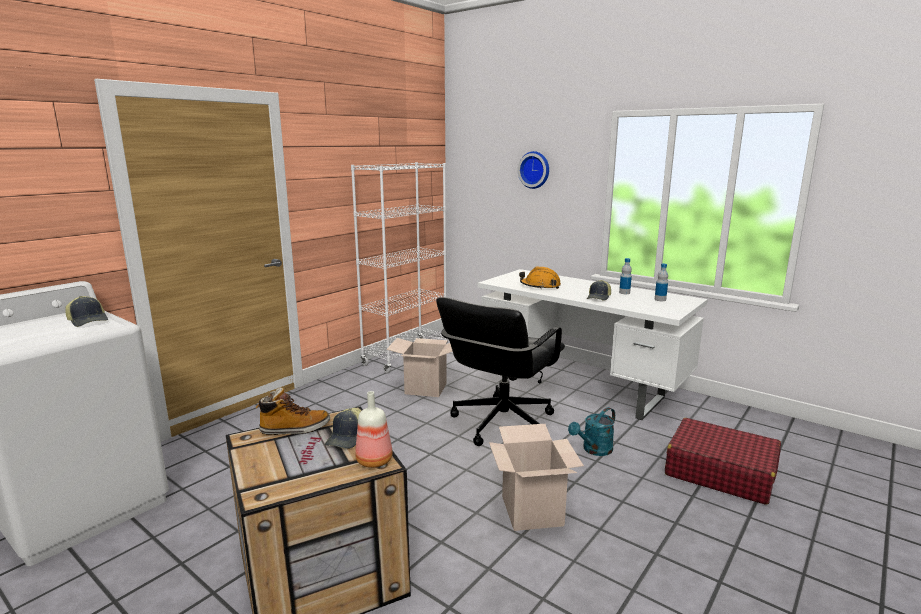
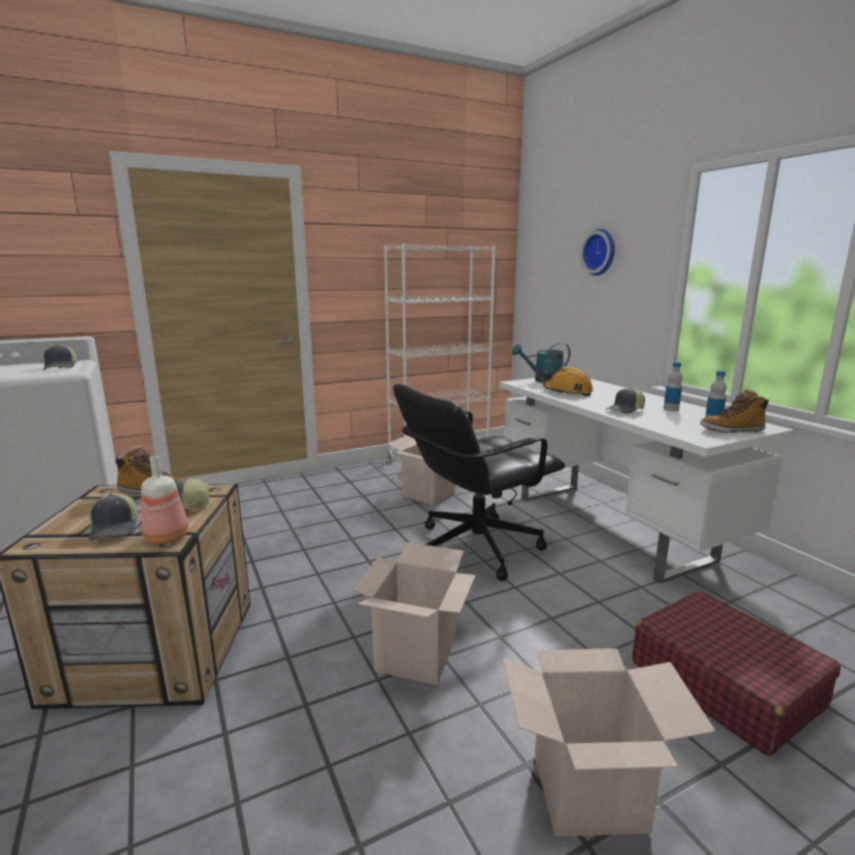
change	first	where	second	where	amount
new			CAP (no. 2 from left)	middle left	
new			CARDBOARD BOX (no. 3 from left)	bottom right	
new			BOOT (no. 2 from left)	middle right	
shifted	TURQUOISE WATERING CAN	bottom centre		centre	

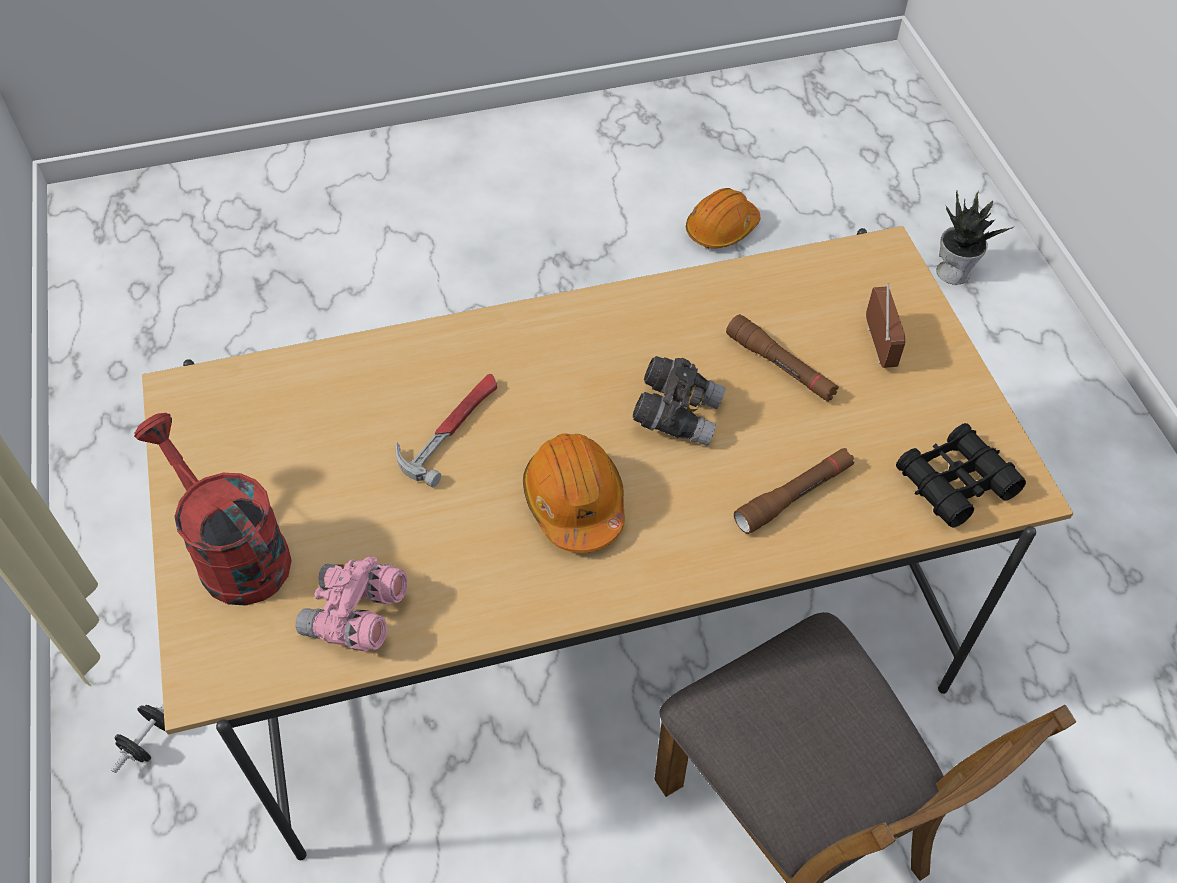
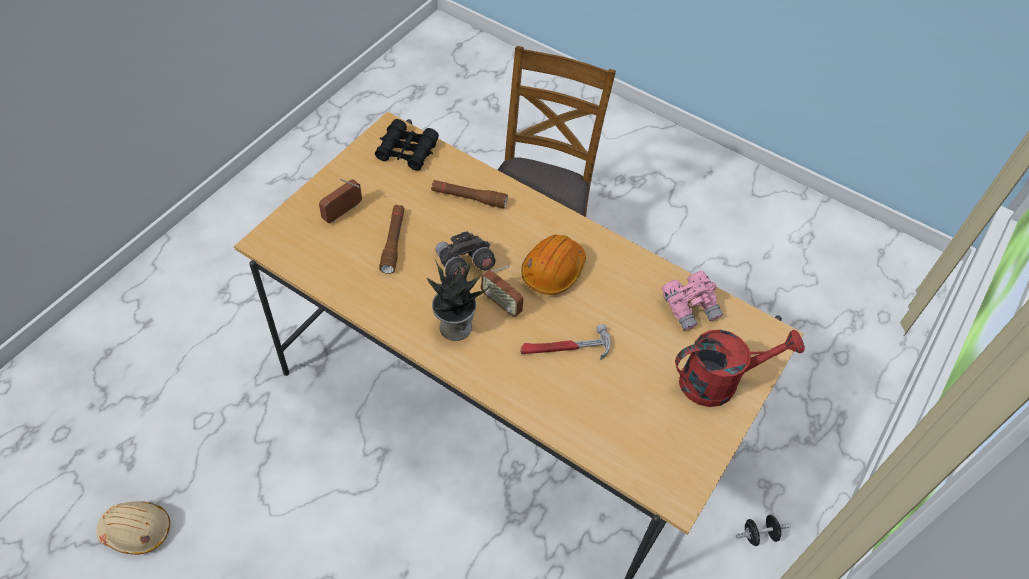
change	first	where	second	where	amount
new			RADIO (no. 2 from left)	centre	
shifted	POTTED PLANT	top right		centre	
repainted	ORANGE HARD HAT (no. 2 from left)	top centre	BEIGE HARD HAT	bottom left	
rotated	RED WATERING CAN	middle left		middle right	105 degrees counterclockwise

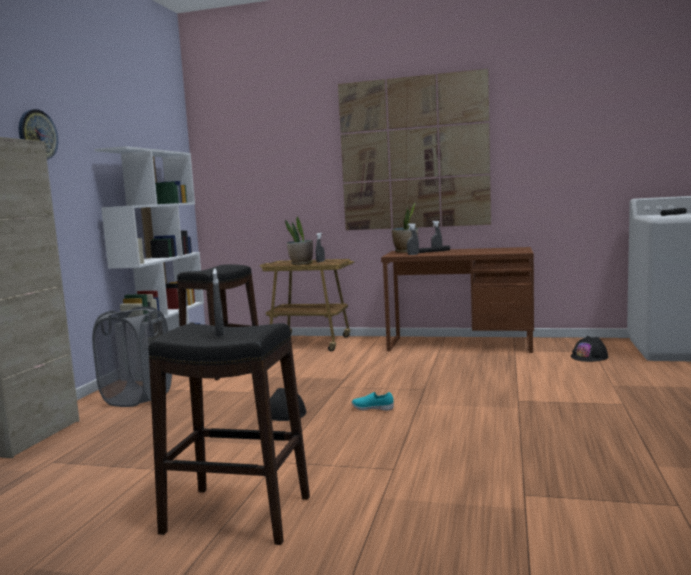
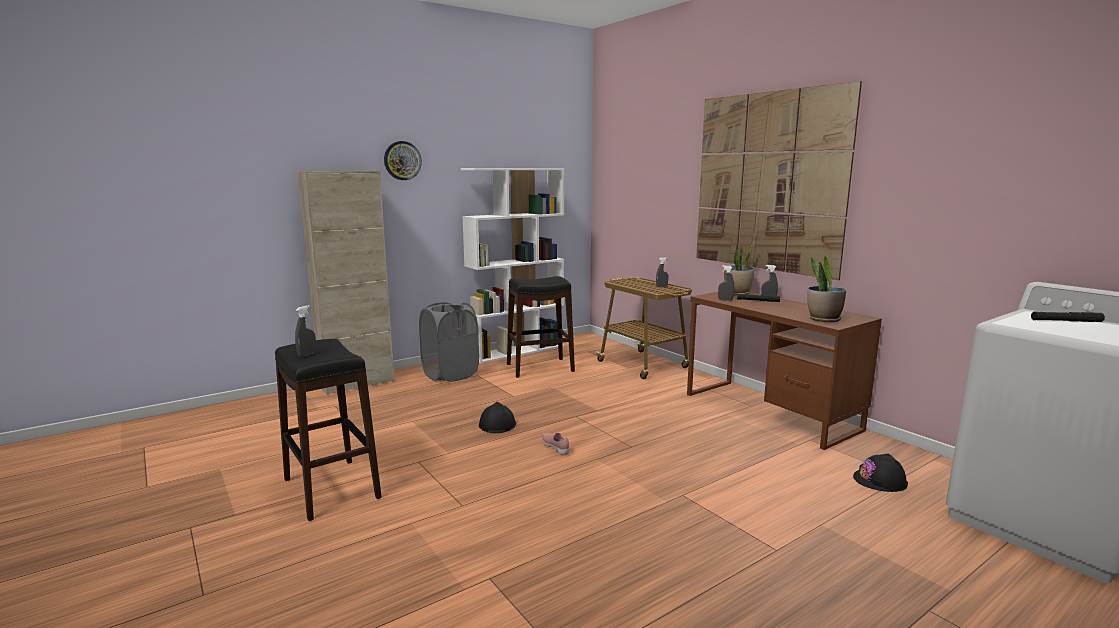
change	first	where	second	where	amount
shifted	POTTED PLANT (no. 1 from left in the first image)	centre	POTTED PLANT (no. 2 from left)	middle right	
repainted	TURQUOISE SHOE	bottom centre	PINK SHOE	bottom centre	

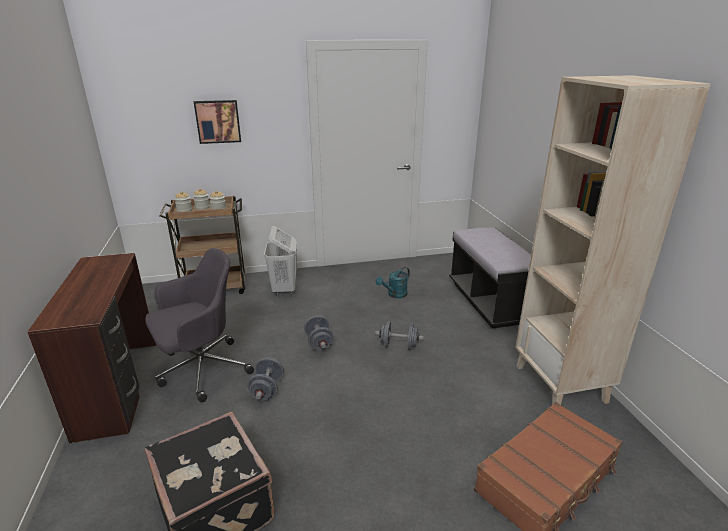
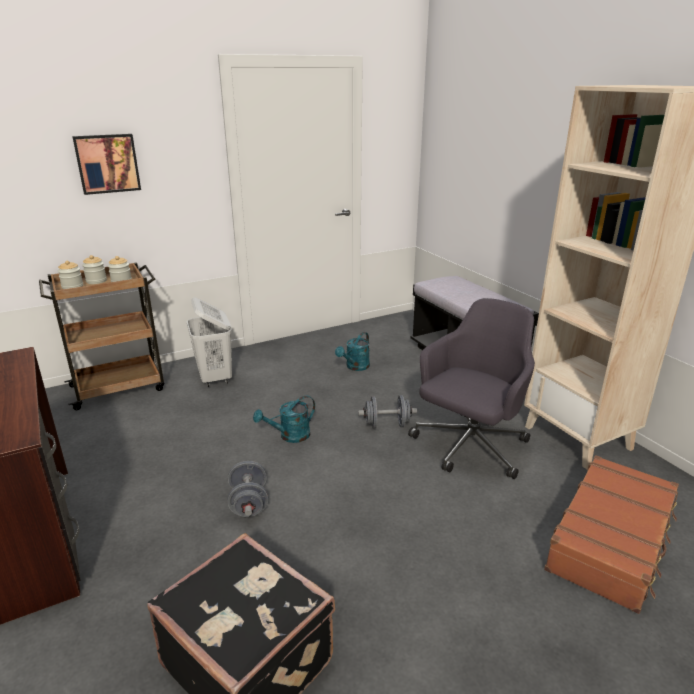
change	first	where	second	where	amount
shifted	GREY OFFICE CHAIR	middle left		middle right	
swapped	GREY DUMBBELL (no. 2 from left)	centre	TURQUOISE WATERING CAN (no. 1 from left)	centre	

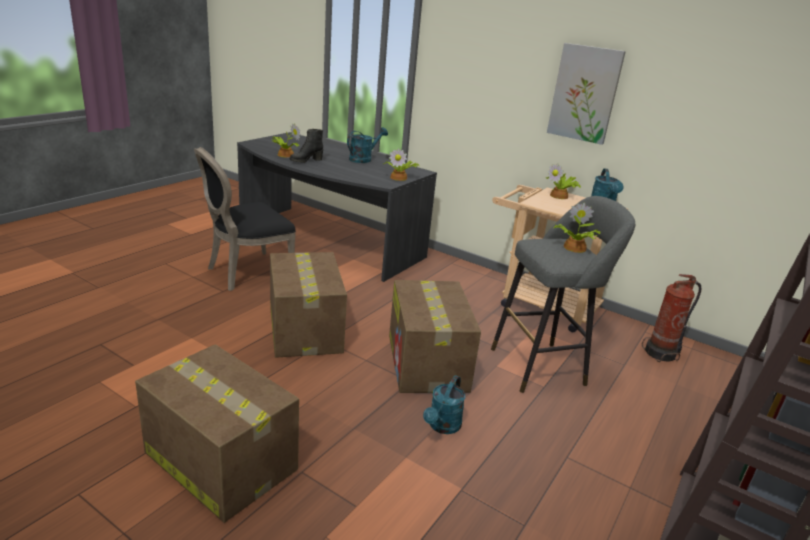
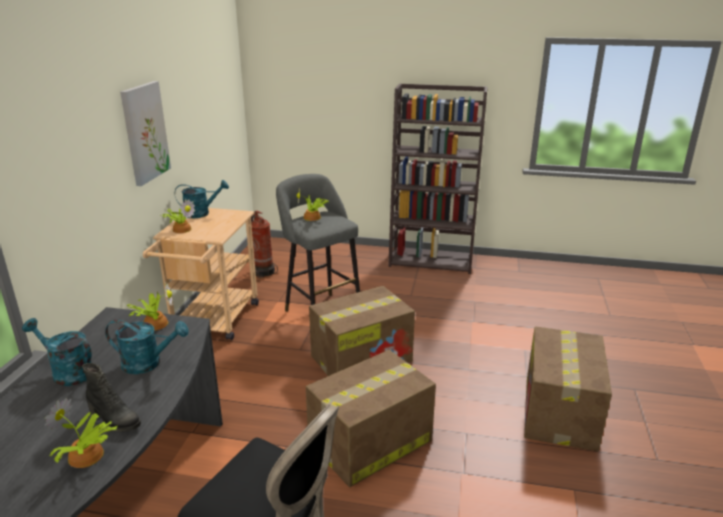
change	first	where	second	where	amount
shifted	TURQUOISE WATERING CAN (no. 2 from left)	bottom centre		bottom left	

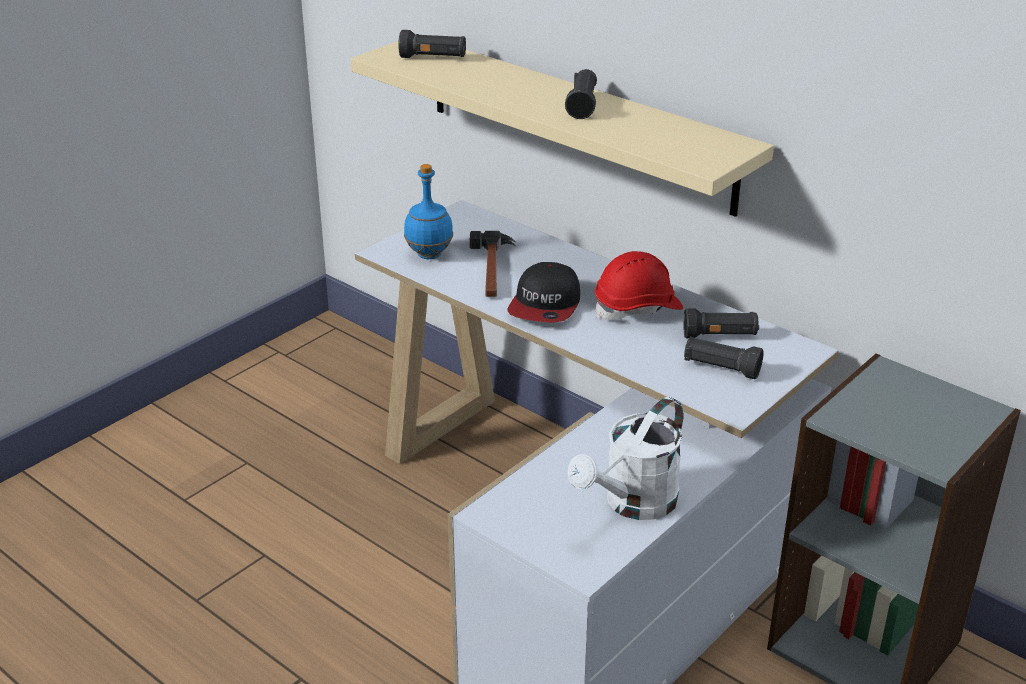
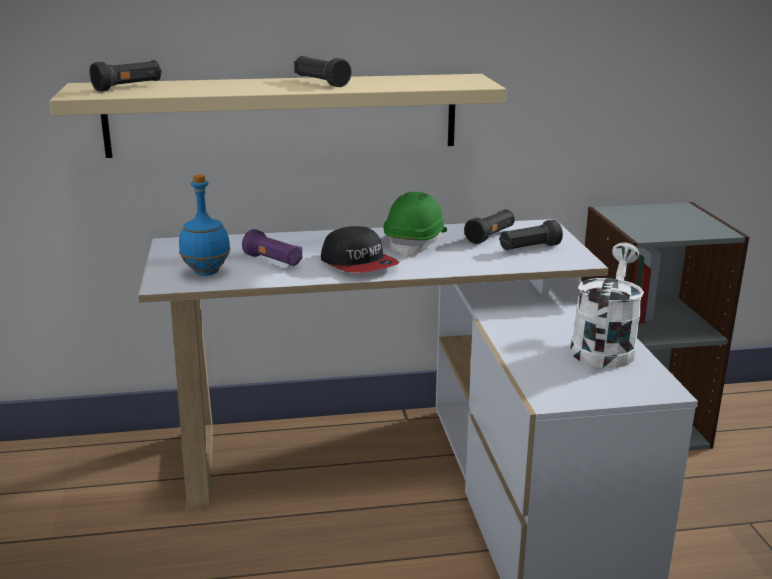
change	first	where	second	where	amount
swapped	HAMMER	centre	PURPLE FLASHLIGHT	centre	
repainted	RED HARD HAT	centre	GREEN HARD HAT	centre	
rotated	WHITE WATERING CAN	bottom centre		middle right	150 degrees counterclockwise

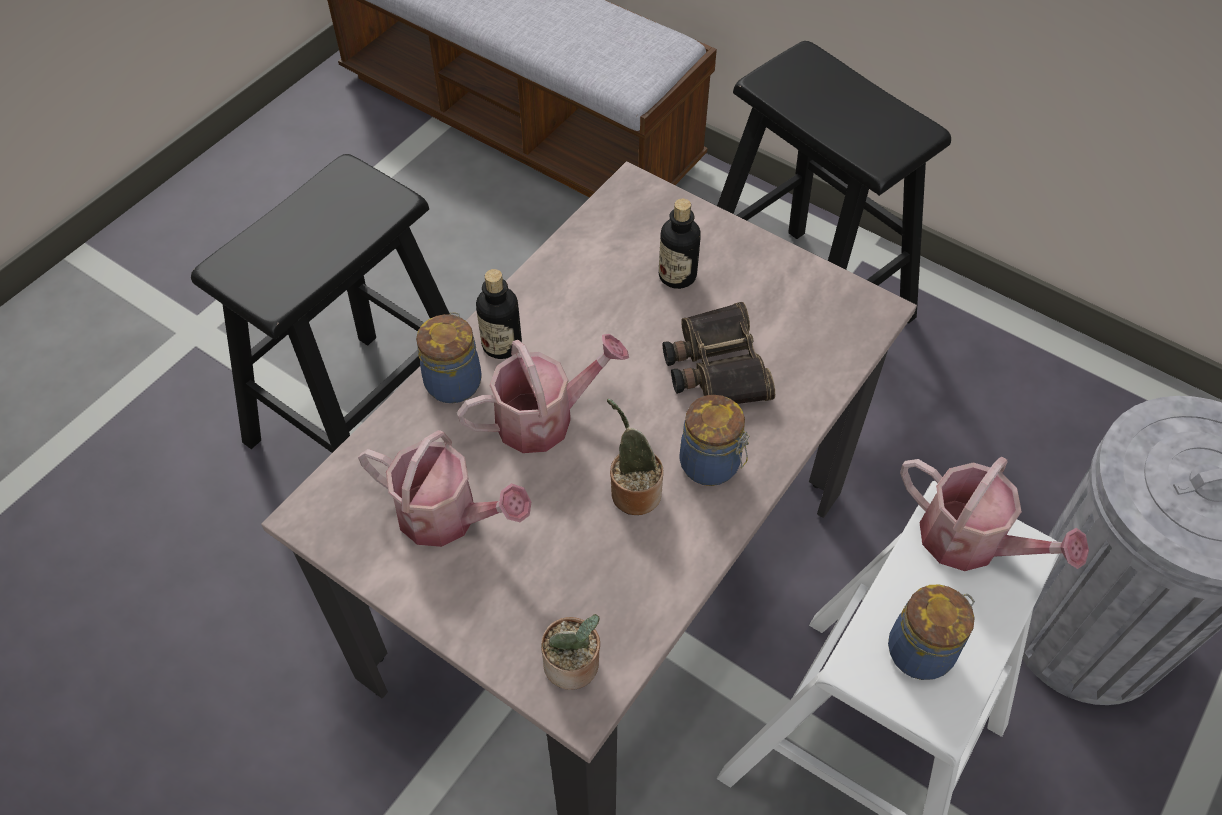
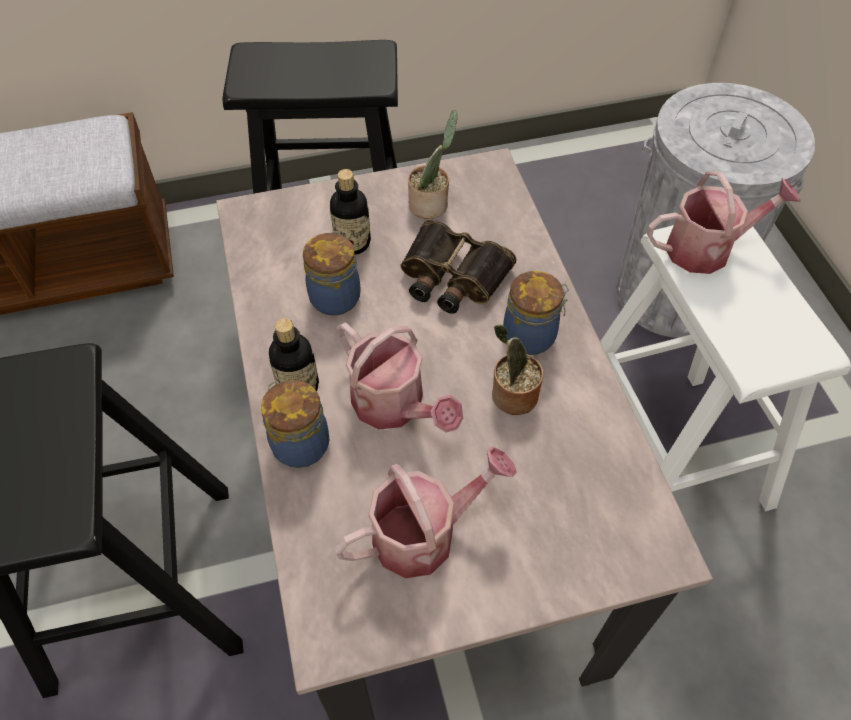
change	first	where	second	where	amount
shifted	POTTED PLANT (no. 1 from left)	bottom centre		top centre	
shifted	JAR (no. 3 from left in the first image)	bottom right	JAR (no. 2 from left)	centre	
rotated	WATERING CAN (no. 2 from left in the first image)	centre	WATERING CAN (no. 1 from left)	centre	120 degrees clockwise

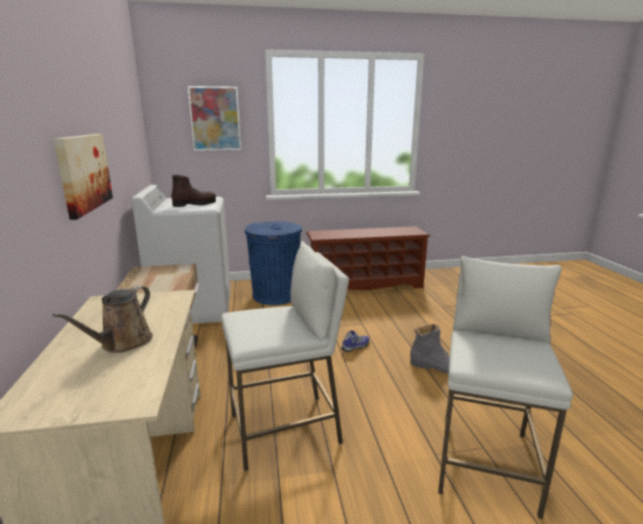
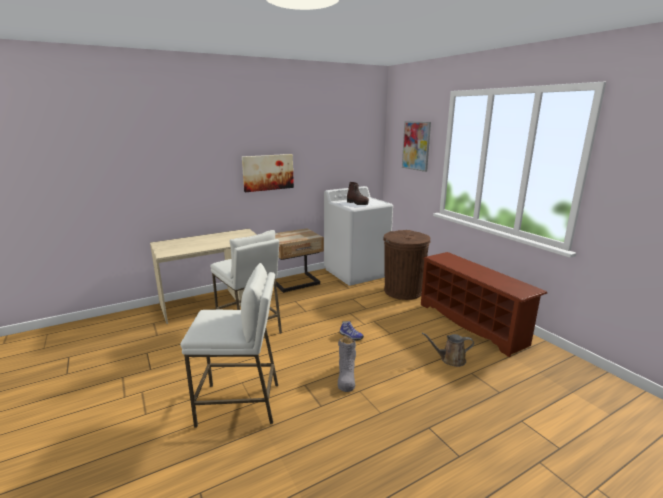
change	first	where	second	where	amount
shifted	BROWN WATERING CAN	middle left		bottom right	
repainted	BLUE TRASH CAN	centre	BROWN TRASH CAN	centre	

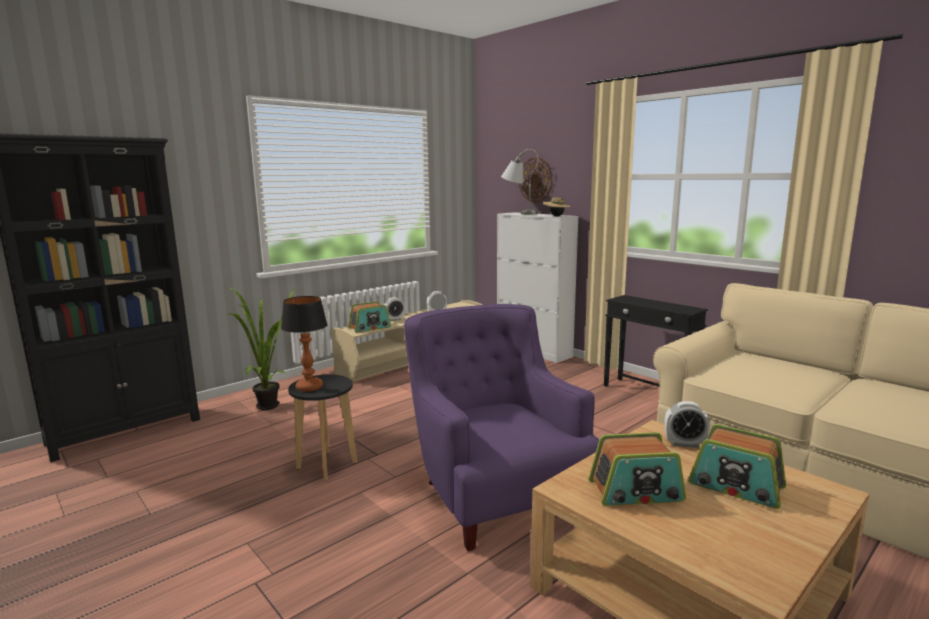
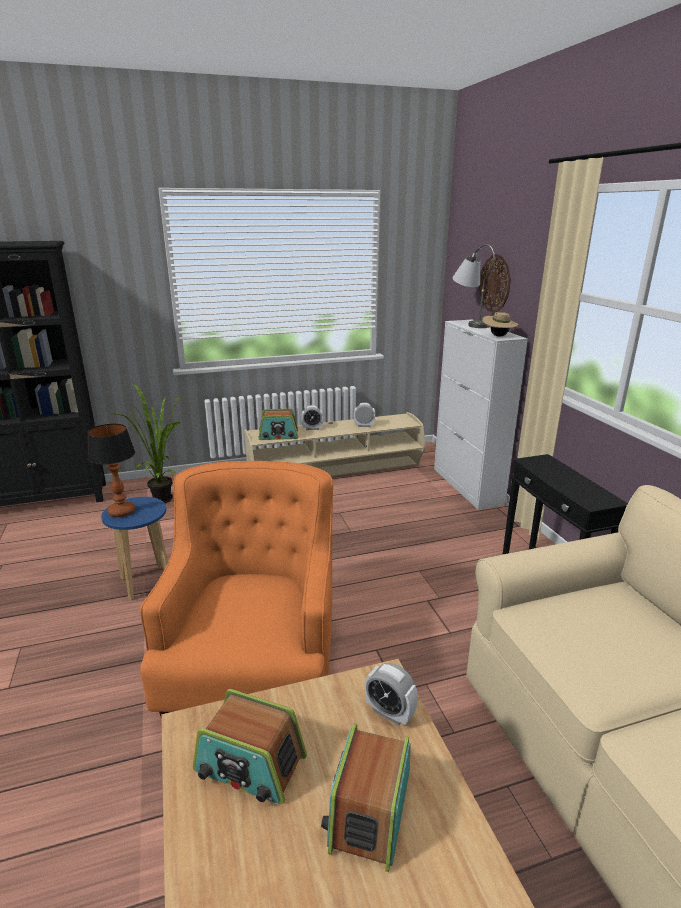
change	first	where	second	where	amount
repainted	BLACK STOOL	bottom centre	BLUE STOOL	middle left	
repainted	PURPLE ARMCHAIR	bottom centre	ORANGE ARMCHAIR	centre	
rotated	RADIO (no. 3 from left)	bottom right		bottom centre	45 degrees clockwise

